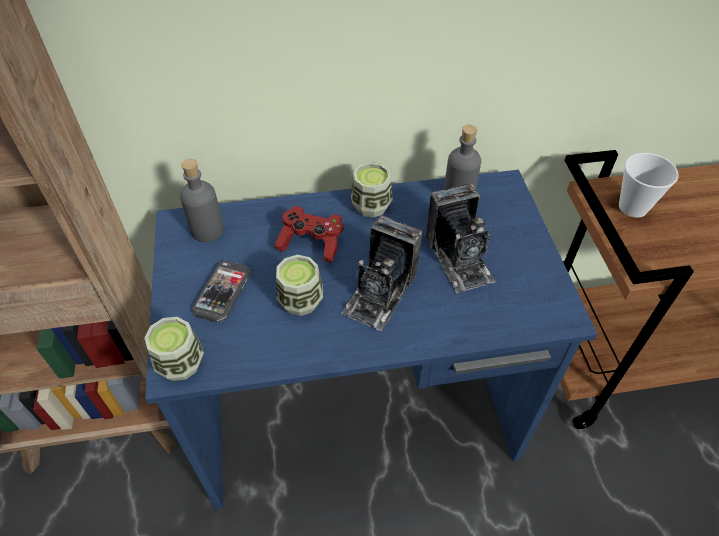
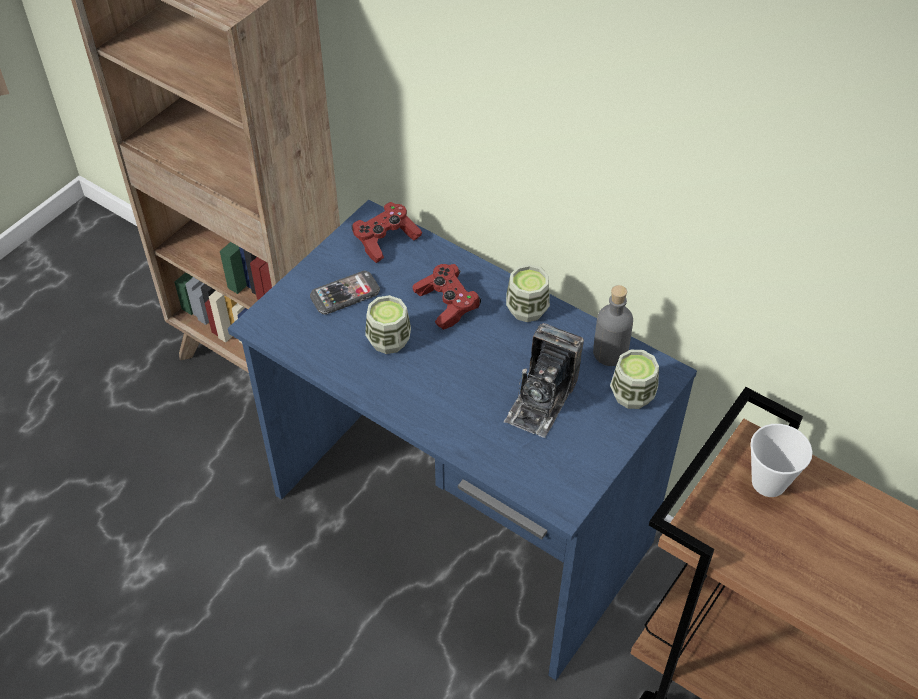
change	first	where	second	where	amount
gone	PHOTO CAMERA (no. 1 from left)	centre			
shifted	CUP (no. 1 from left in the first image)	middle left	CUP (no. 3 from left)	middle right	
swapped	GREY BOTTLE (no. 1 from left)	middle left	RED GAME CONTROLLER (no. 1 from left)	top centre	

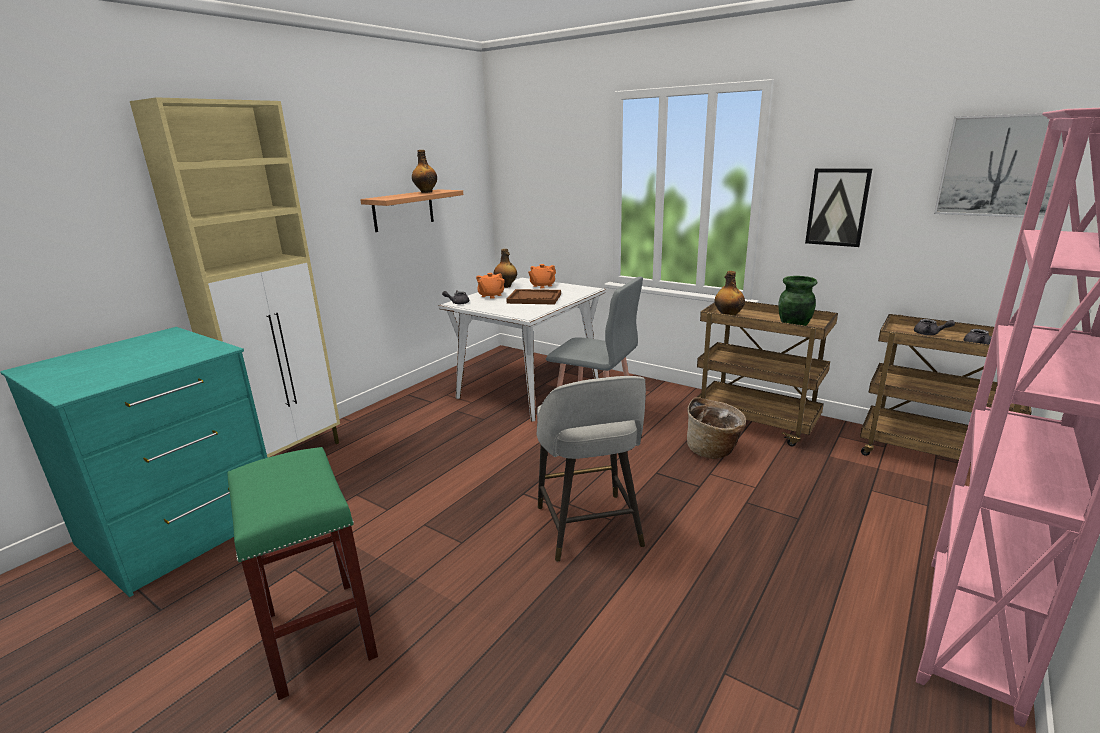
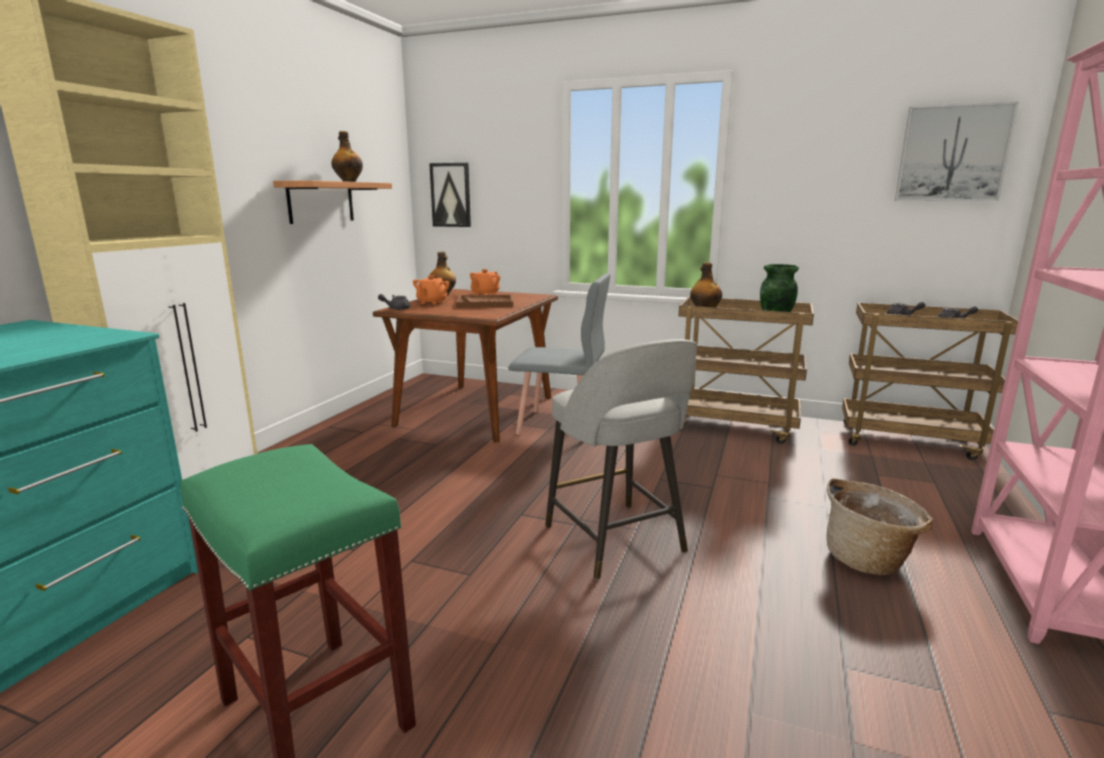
change	first	where	second	where	amount
shifted	BASKET	centre		bottom right	
shifted	PICTURE (no. 1 from left)	top right		top centre	
repainted	WHITE DINING TABLE	centre	BROWN DINING TABLE	centre	

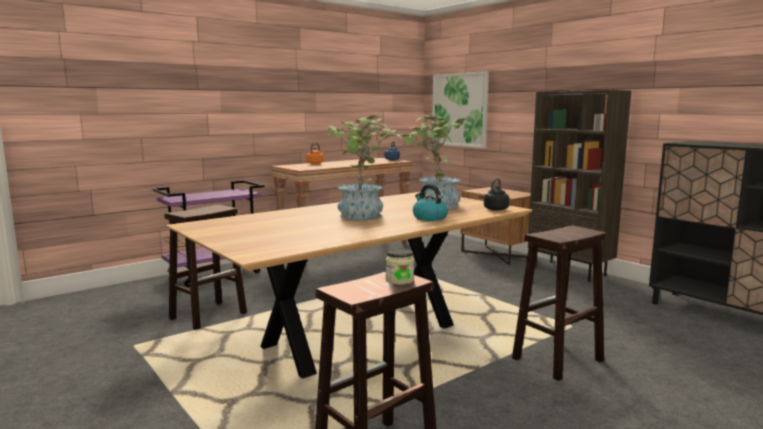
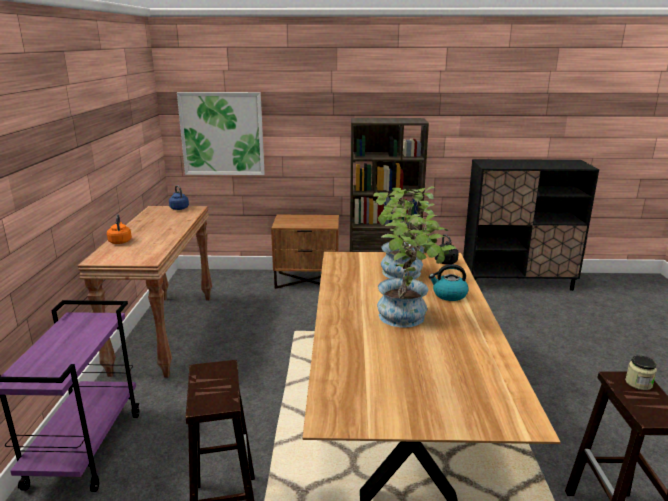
change	first	where	second	where	amount
gone	BROWN STOOL (no. 3 from left)	bottom right			

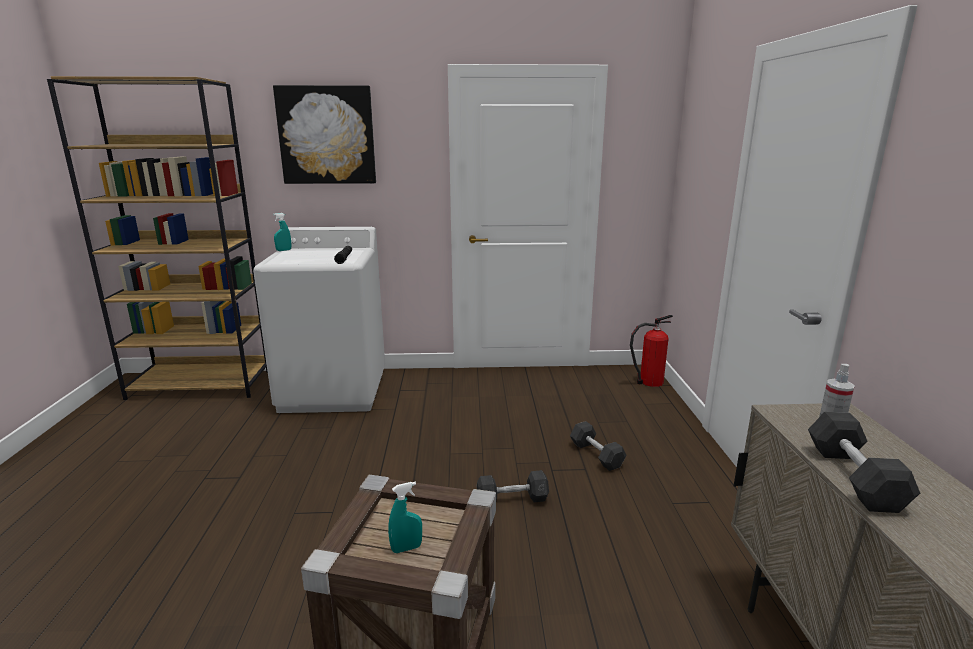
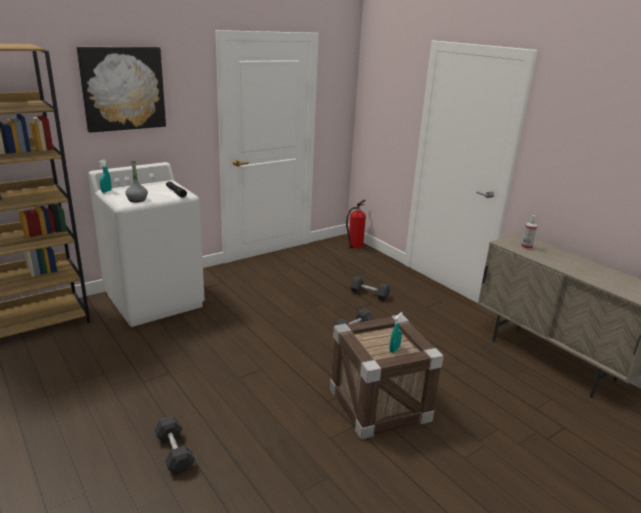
change	first	where	second	where	amount
new			GREY BOTTLE	middle left	
shifted	GREY DUMBBELL (no. 3 from left in the first image)	bottom right	GREY DUMBBELL (no. 1 from left)	bottom left	

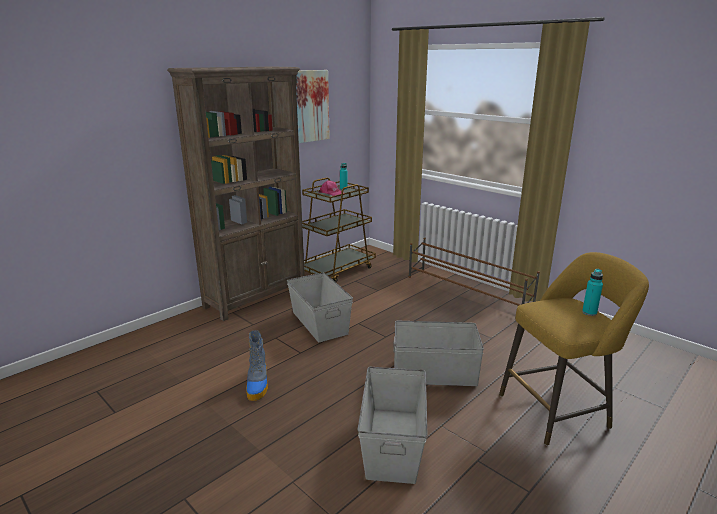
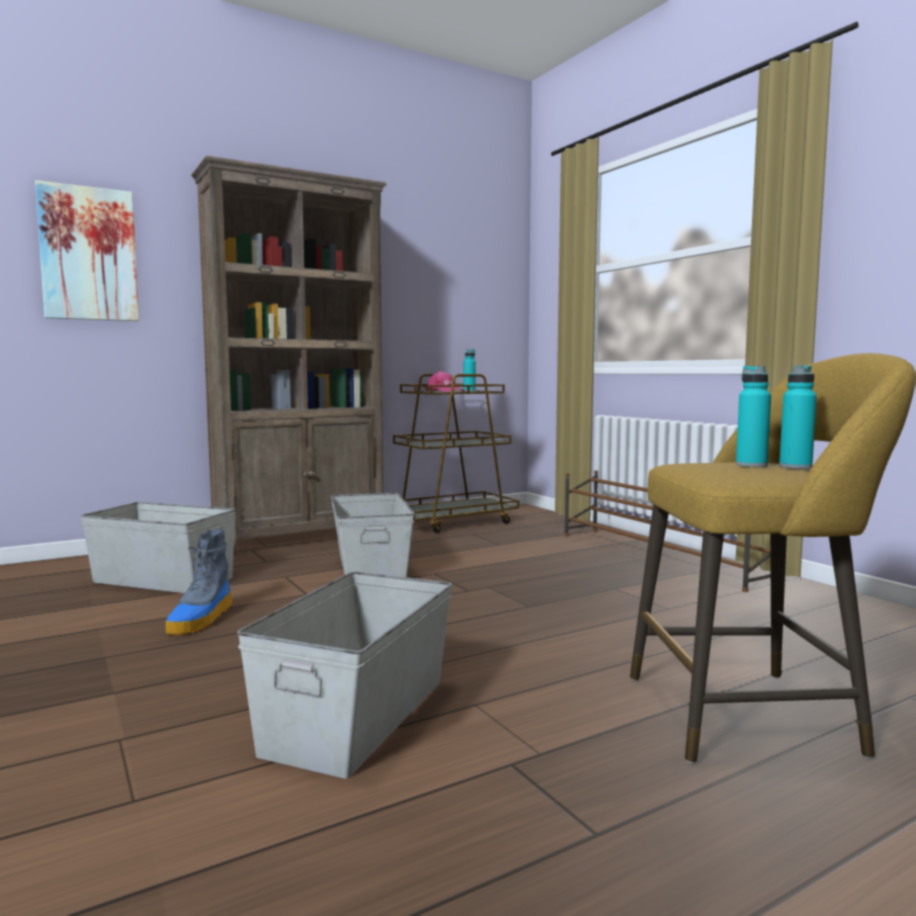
change	first	where	second	where	amount
new			TURQUOISE BOTTLE (no. 2 from left)	middle right	
shifted	PICTURE	top centre		top left	
shifted	GREY STORAGE BOX (no. 3 from left in the first image)	bottom centre	GREY STORAGE BOX (no. 1 from left)	middle left	

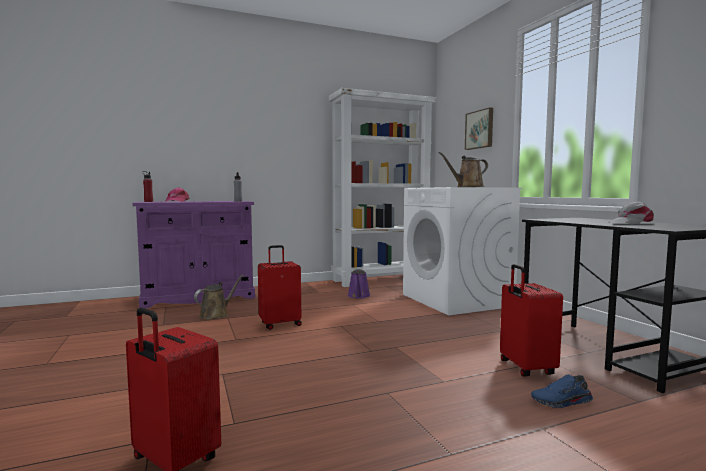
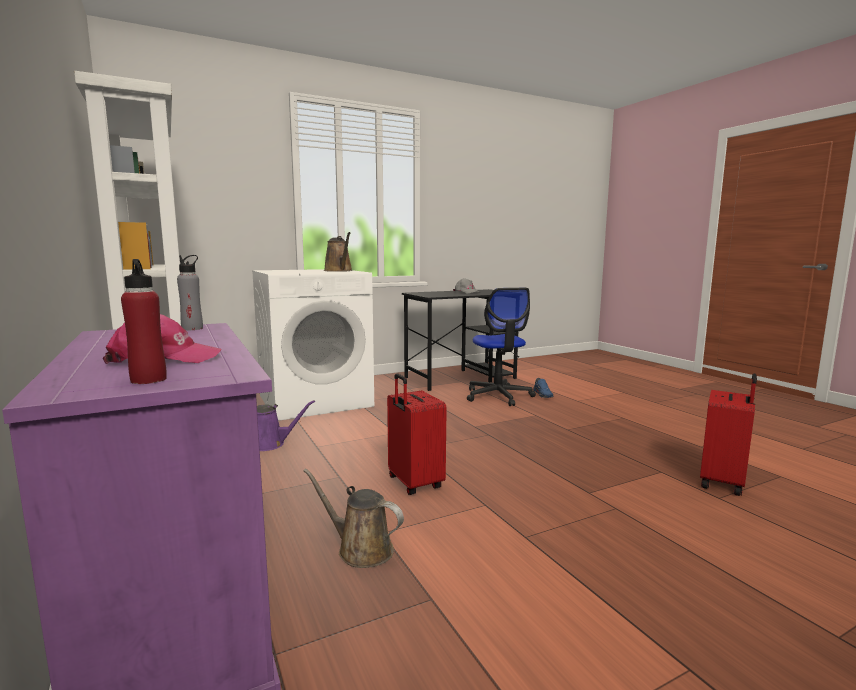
change	first	where	second	where	amount
gone	PICTURE	top right			
swapped	RED SUITCASE (no. 3 from left)	bottom right	OFFICE CHAIR	centre	

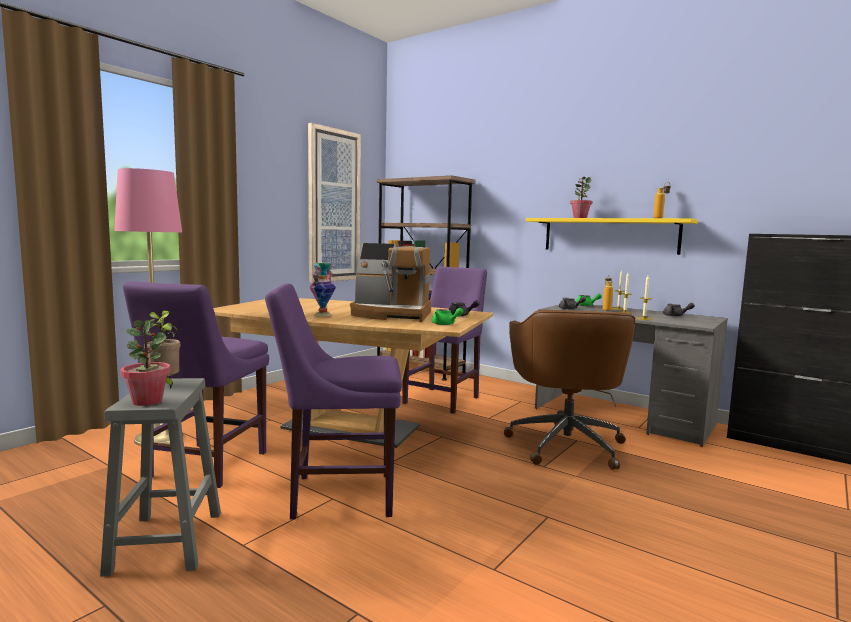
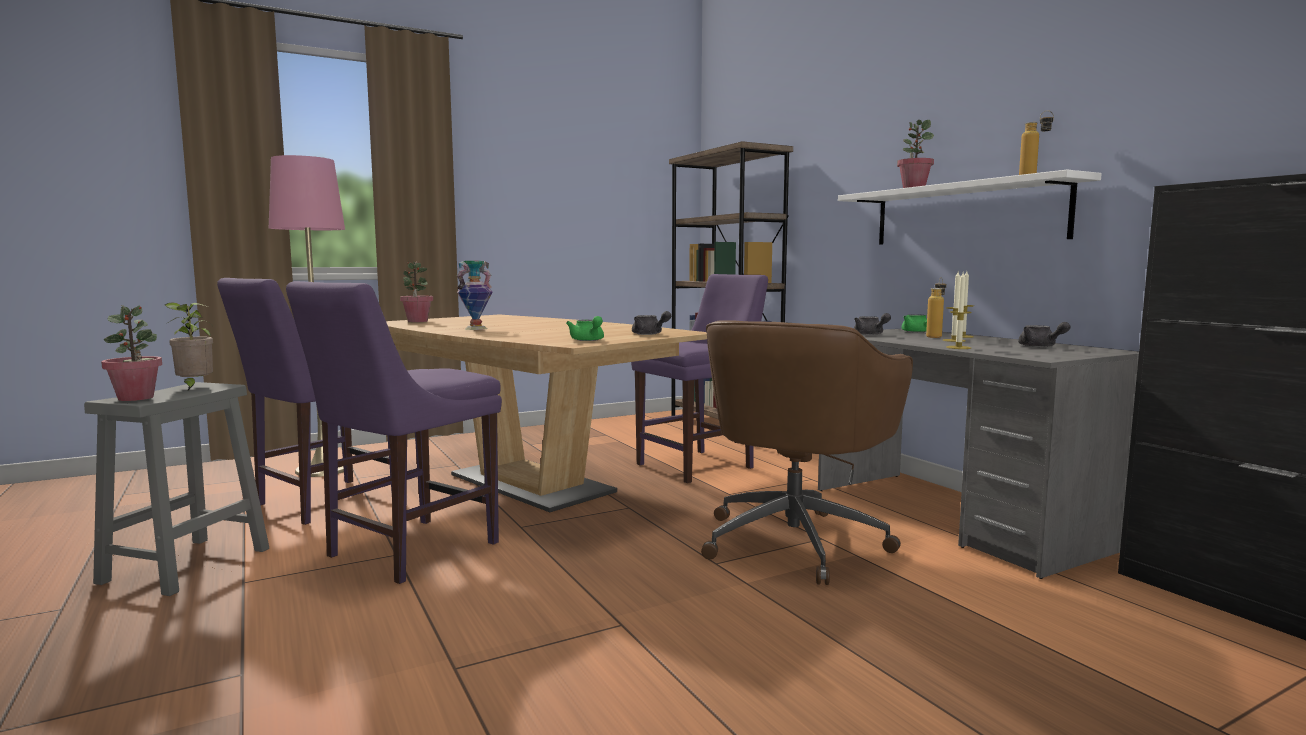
change	first	where	second	where	amount
gone	PICTURE	top centre			
gone	COFFEE MACHINE	centre			
new			POTTED PLANT (no. 3 from left)	middle left	
repainted	YELLOW SHELF	middle right	WHITE SHELF	top right	
rotated	PURPLE CHAIR (no. 2 from left)	centre		middle left	75 degrees counterclockwise

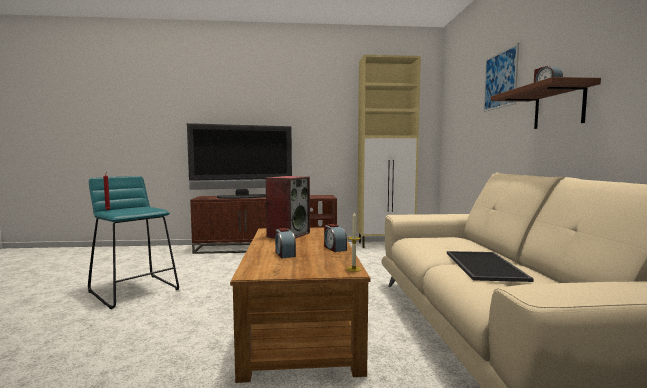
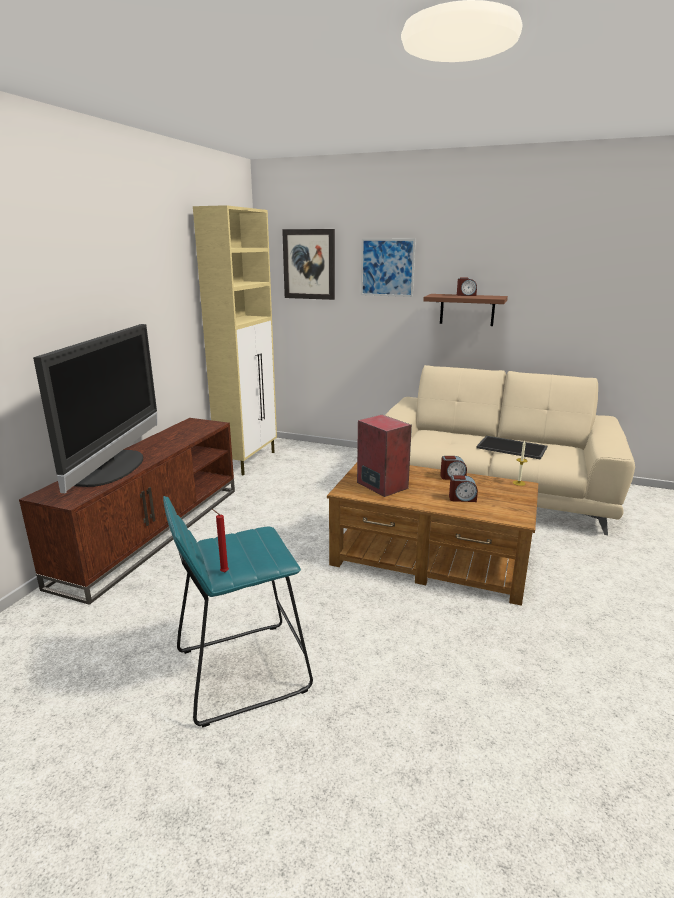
change	first	where	second	where	amount
new			PICTURE (no. 1 from left)	top centre	

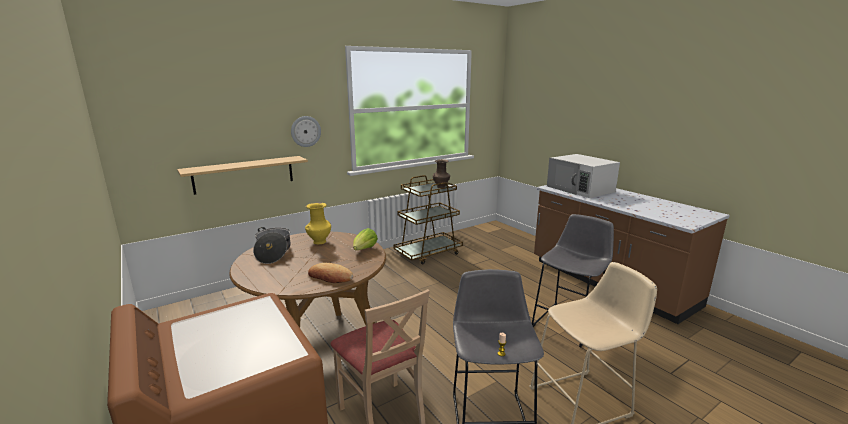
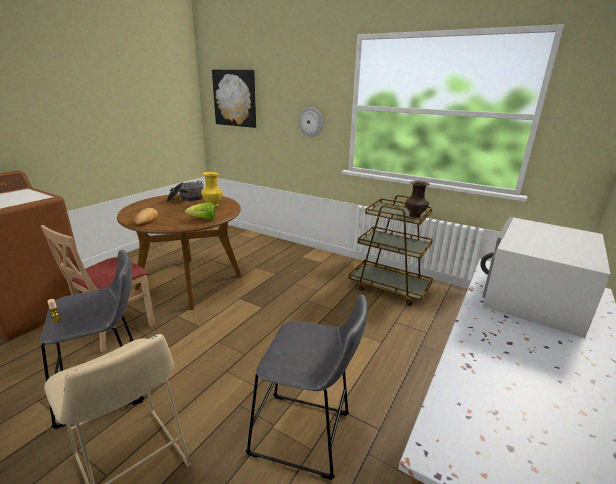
change	first	where	second	where	amount
gone	SHELF	middle left			
new			PICTURE	top centre	

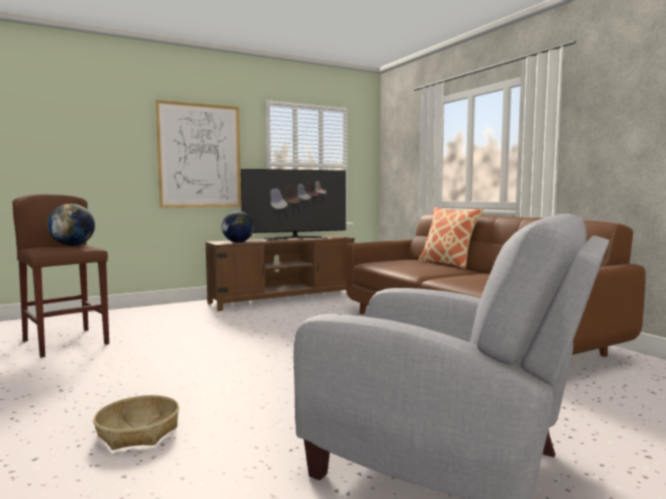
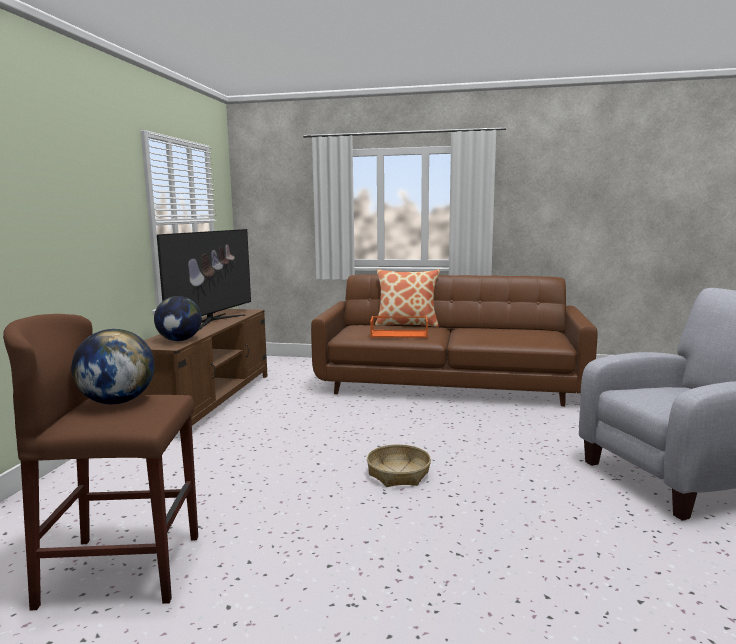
change	first	where	second	where	amount
gone	PICTURE	top left			
new			ORANGE TRAY	centre	
shifted	BASKET	bottom left		bottom centre	

